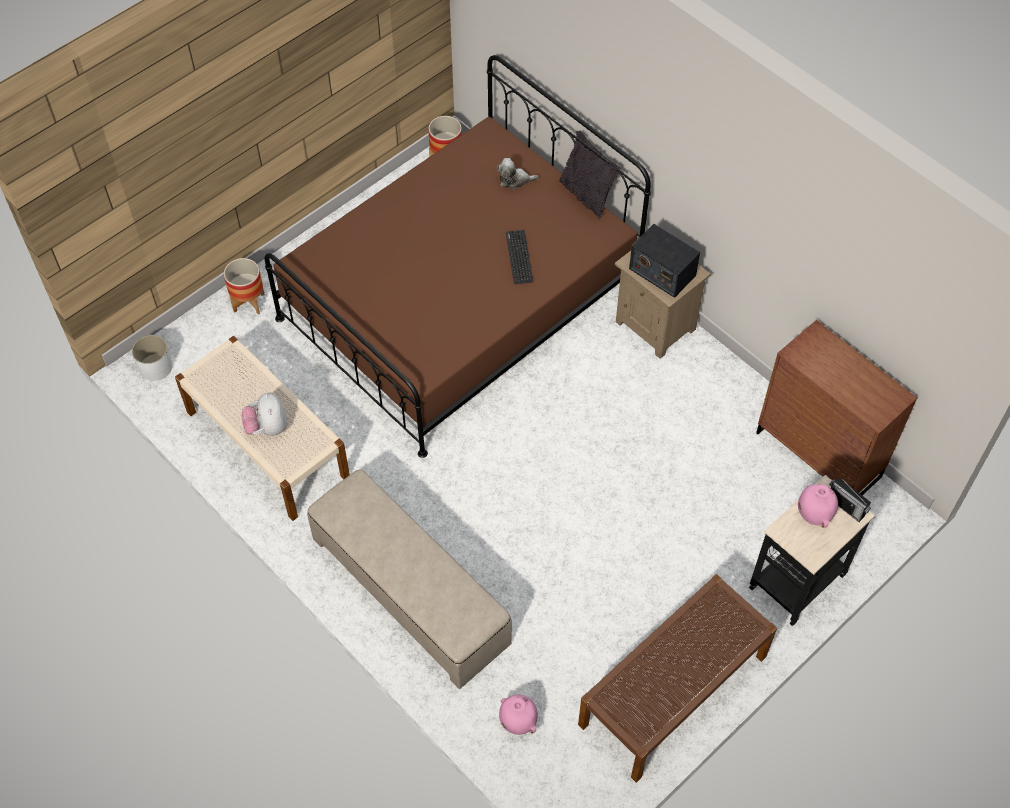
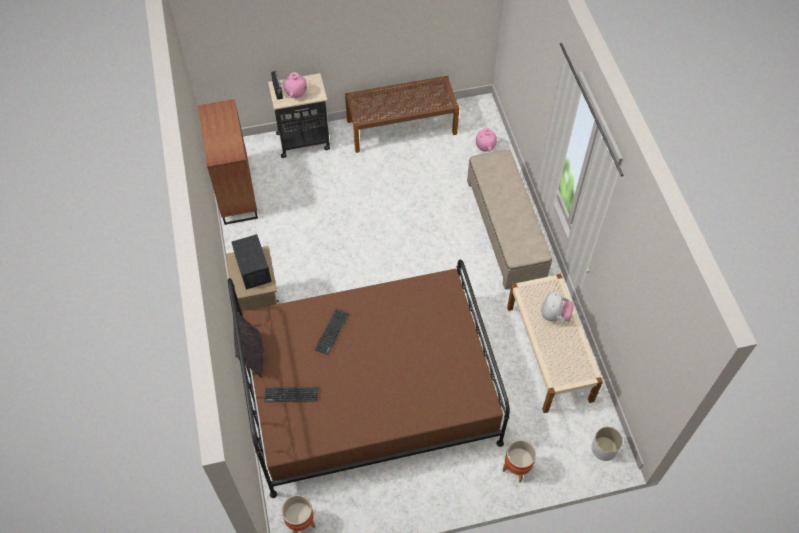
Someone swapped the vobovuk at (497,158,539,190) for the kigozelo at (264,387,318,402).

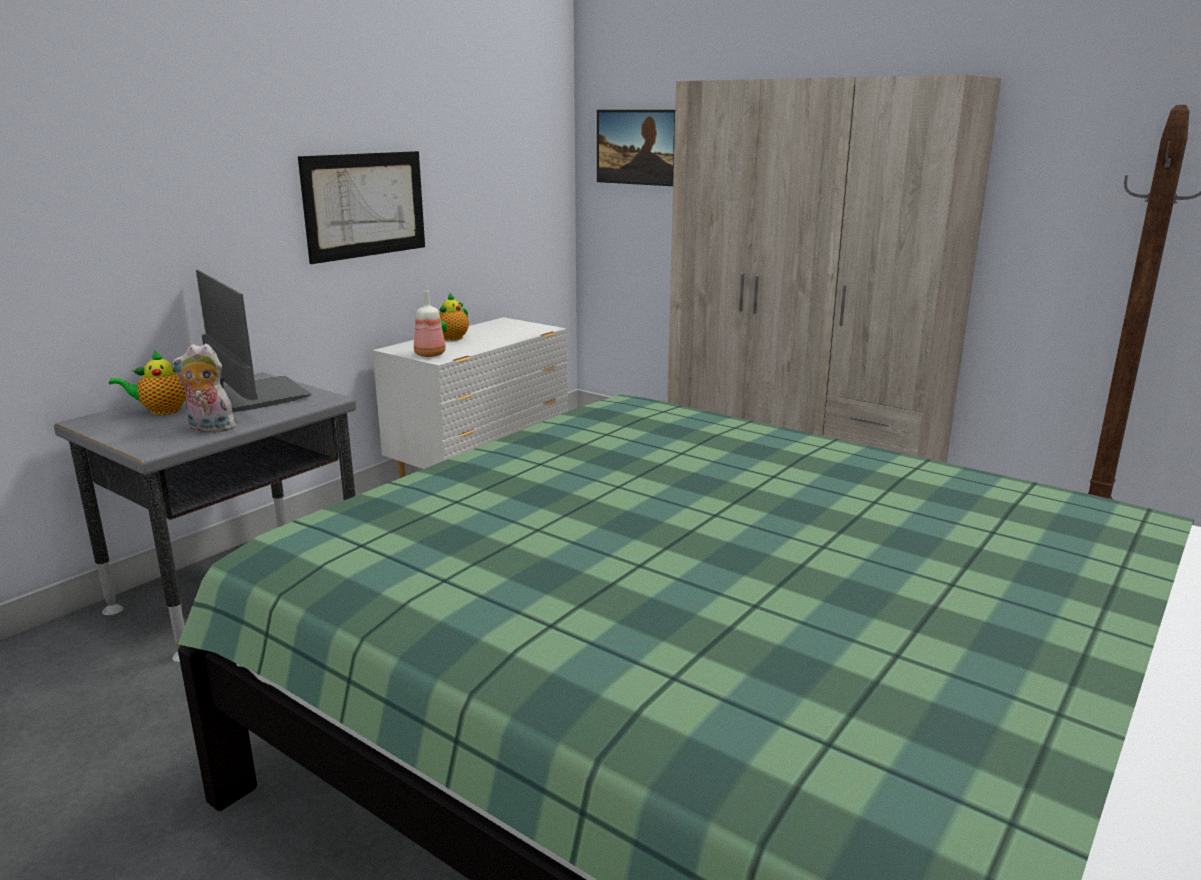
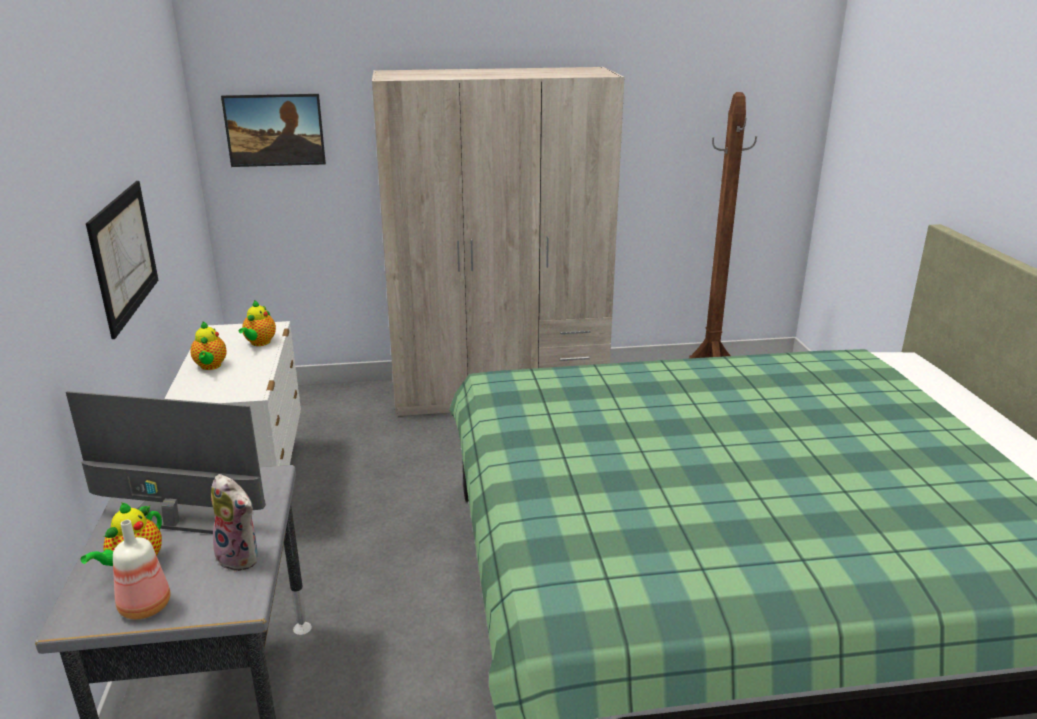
Someone carried the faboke from (414,291,446,357) to (113,520,170,619). Someone rotated the vobovuk at (172,344,238,432) by 105 degrees counterclockwise. Someone put down the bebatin at (238,300,276,346).

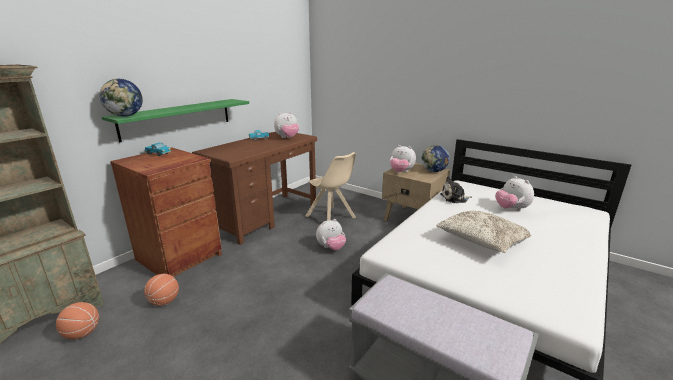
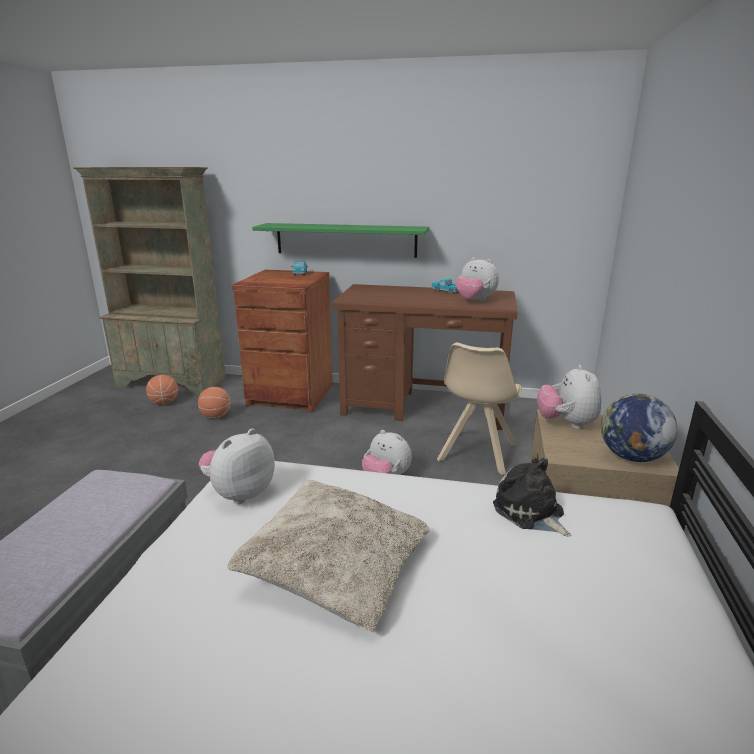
Someone carried the vobovuk from (495,176,534,211) to (199,428,275,504). Someone took away the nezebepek at (100,79,143,117).

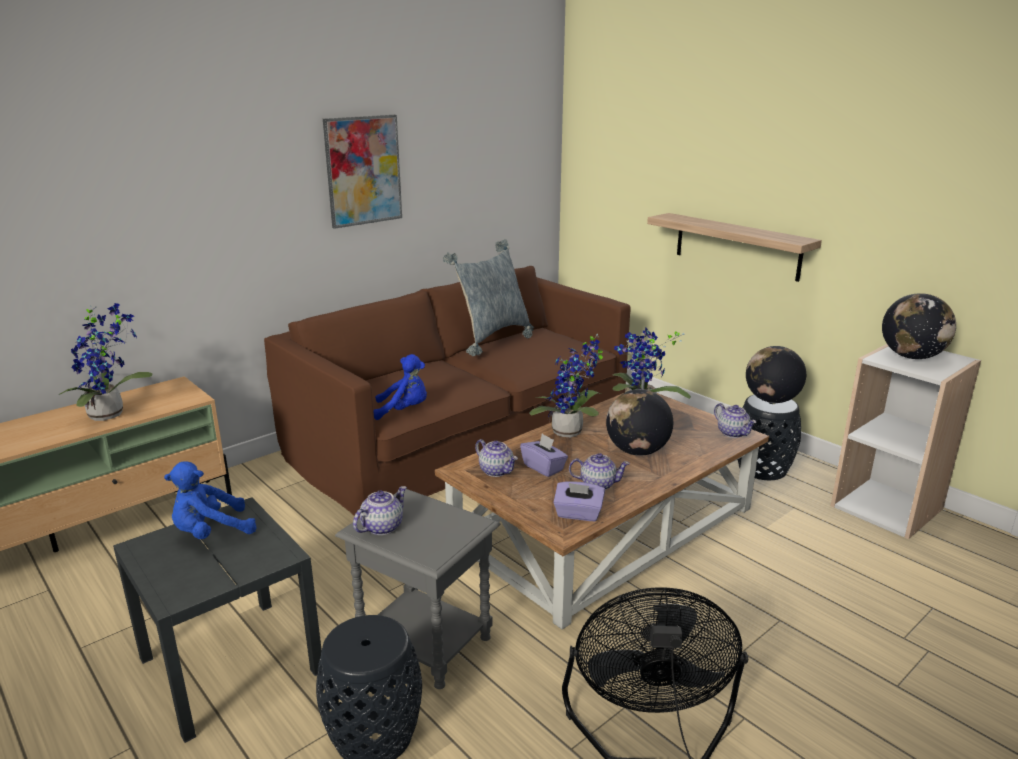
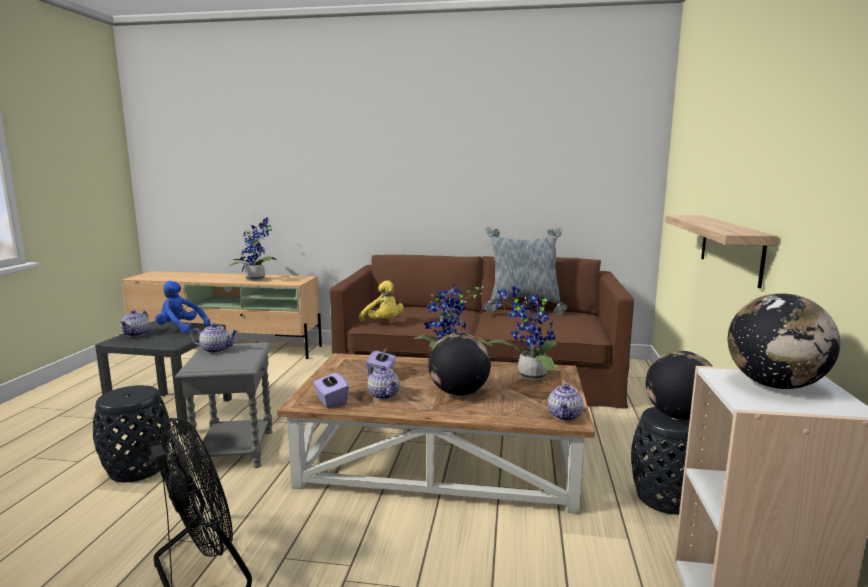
Someone carried the bebatin from (475,439,518,477) to (120,310,150,337). Someone repainted the vobovuk (blue) at (373,354,427,420), which became the vobovuk (yellow) at (359,280,404,322). Someone took away the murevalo at (323,115,402,229).

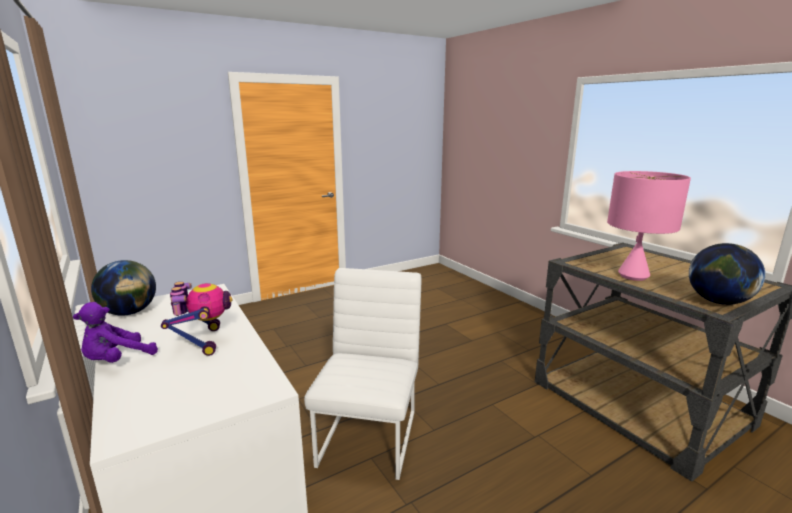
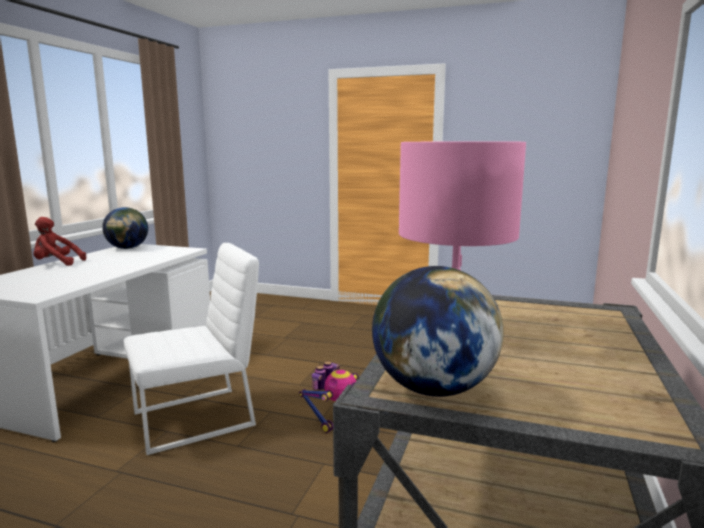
Someone repainted the vobovuk (purple) at (73,302,158,363), which became the vobovuk (red) at (33,217,86,266). Someone carried the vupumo from (161,282,233,356) to (299,361,359,433).

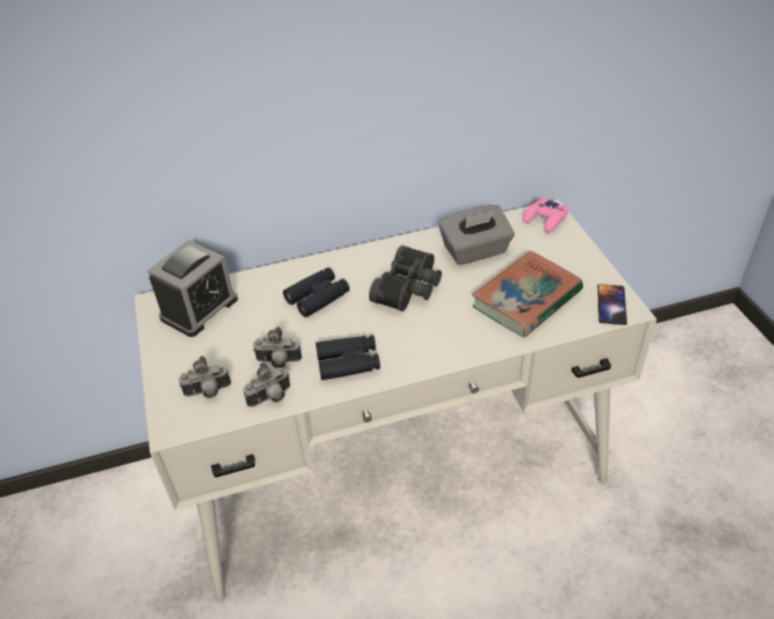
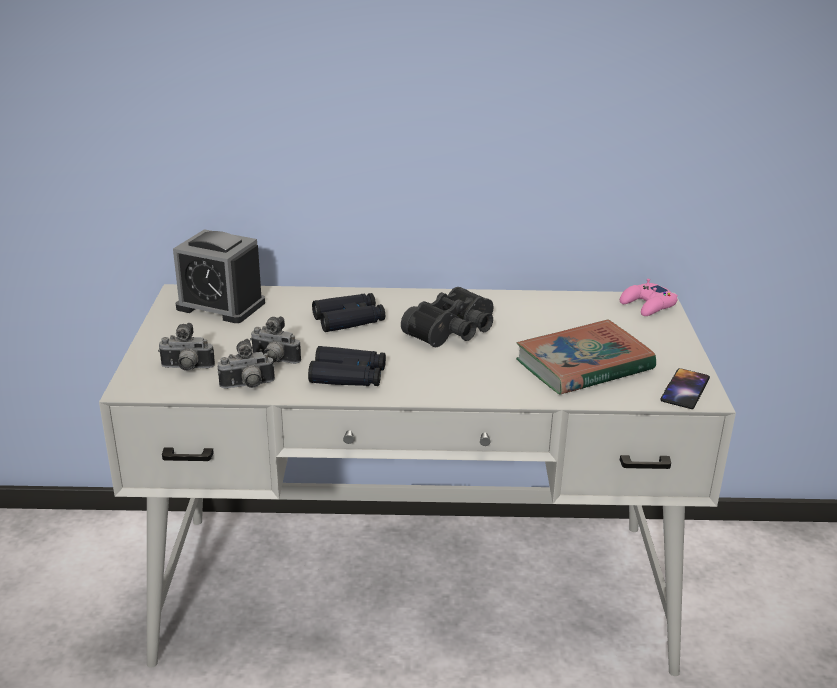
Someone rotated the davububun at (147,240,238,337) by 60 degrees clockwise. Someone took away the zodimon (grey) at (439,205,515,265).

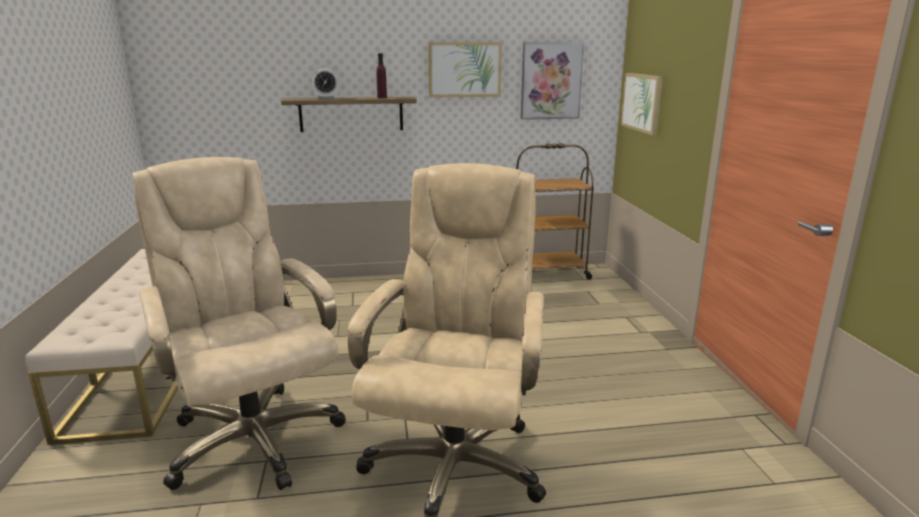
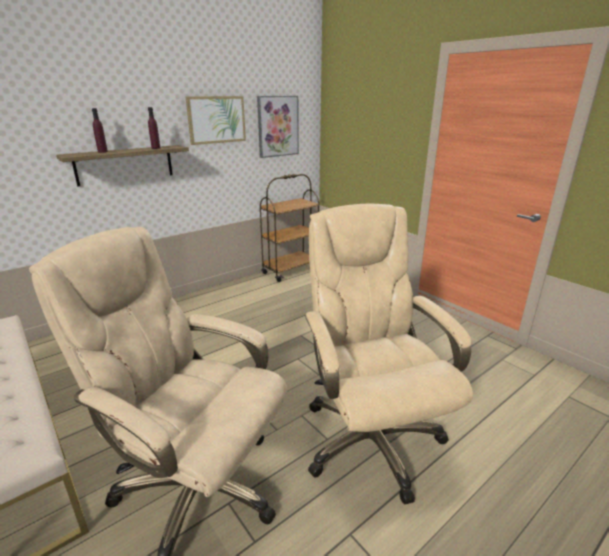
Someone swapped the davububun at (312,68,339,99) for the faboke (purple) at (92,108,108,153). Someone took away the murevalo at (621,73,663,135).

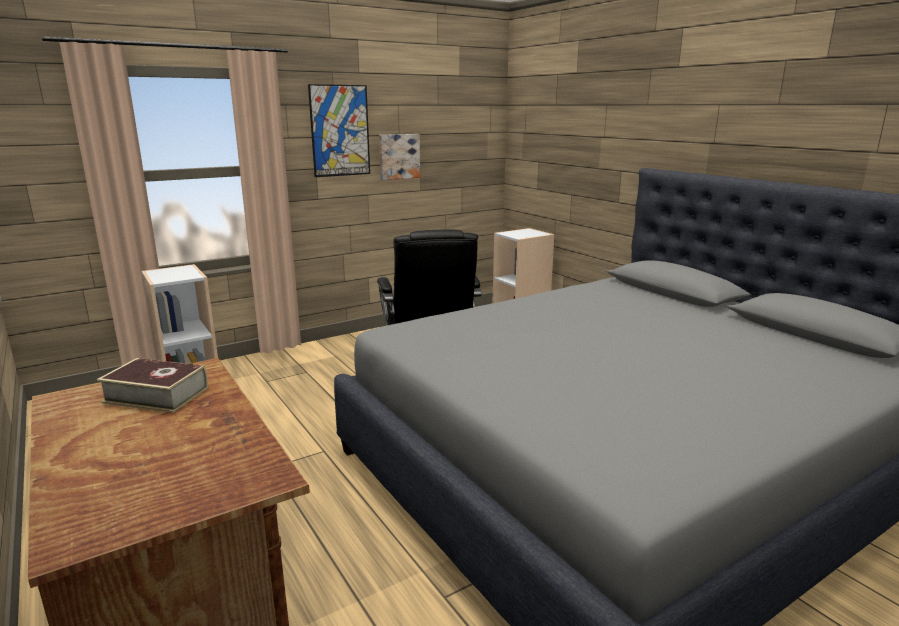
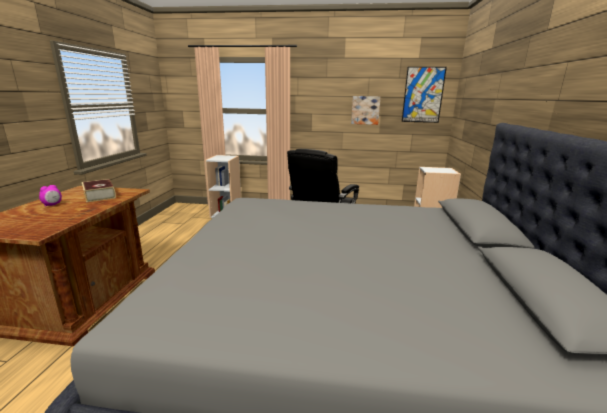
Someone put down the davububun at (39,185,62,207). Someone carried the murevalo from (308,84,370,177) to (402,67,447,123).

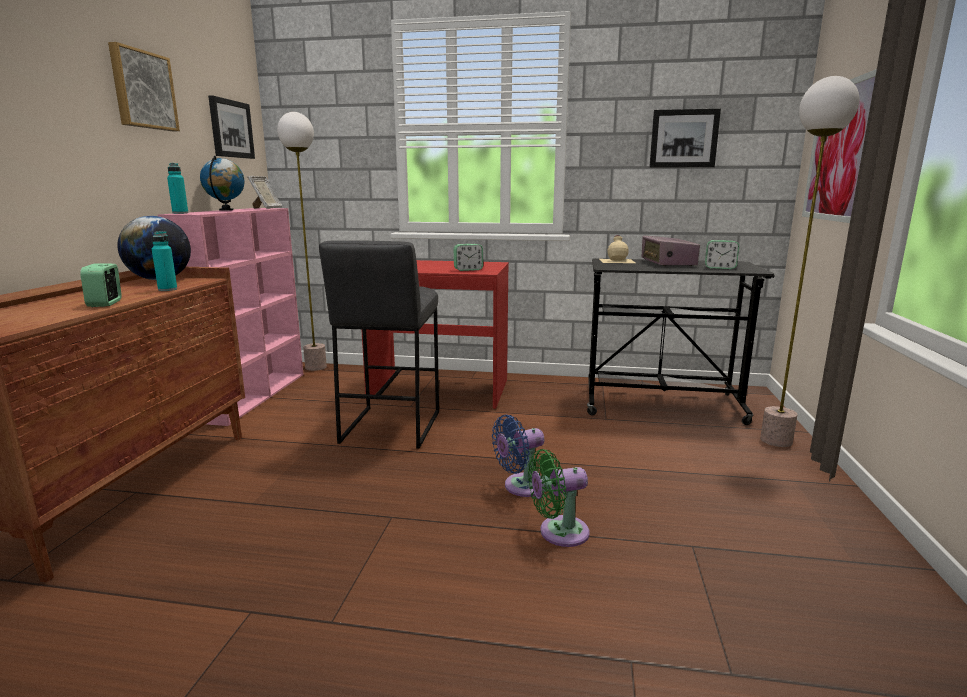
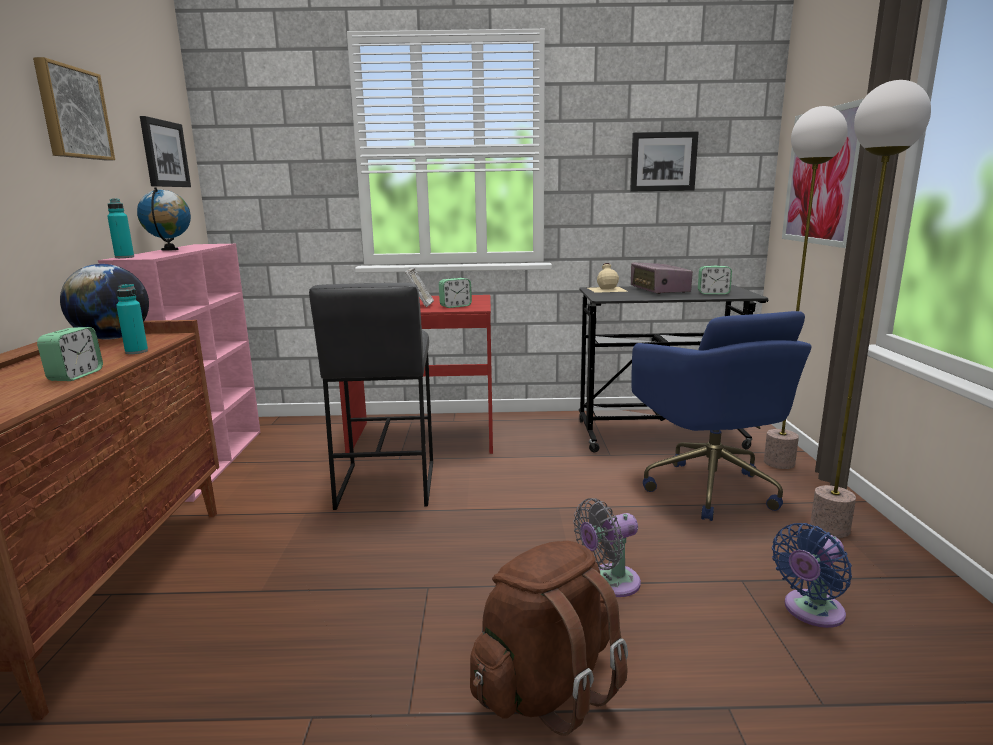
Someone rotated the davububun at (80,263,122,307) by 150 degrees counterclockwise. Someone carried the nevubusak from (247,176,282,209) to (405,268,434,307). Someone put down the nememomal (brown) at (470,541,628,736). Someone repainted the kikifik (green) at (528,449,590,547), which became the kikifik (grey) at (573,498,641,597). Someone put down the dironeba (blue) at (631,311,811,521). Someone carried the kikifik (blue) from (492,415,545,497) to (772,523,852,628). Someone carried the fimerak from (277,112,327,371) to (810,80,931,538).

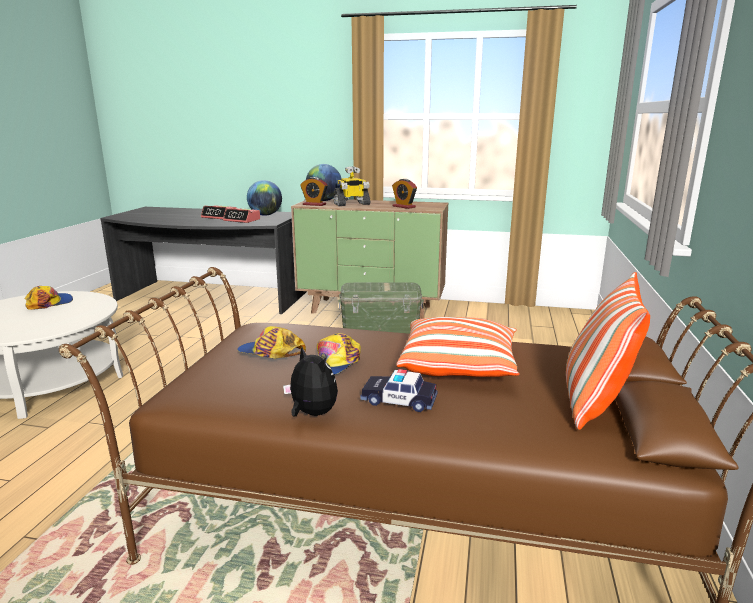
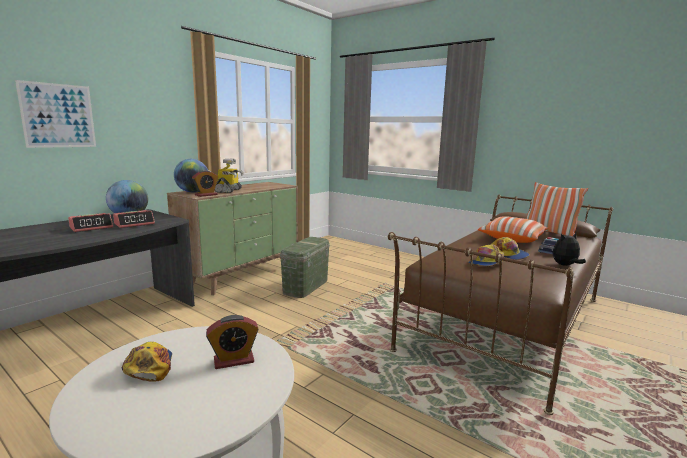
Someone put up the murevalo at (15,80,96,148). Someone carried the davububun from (392,179,417,209) to (206,315,259,369).

